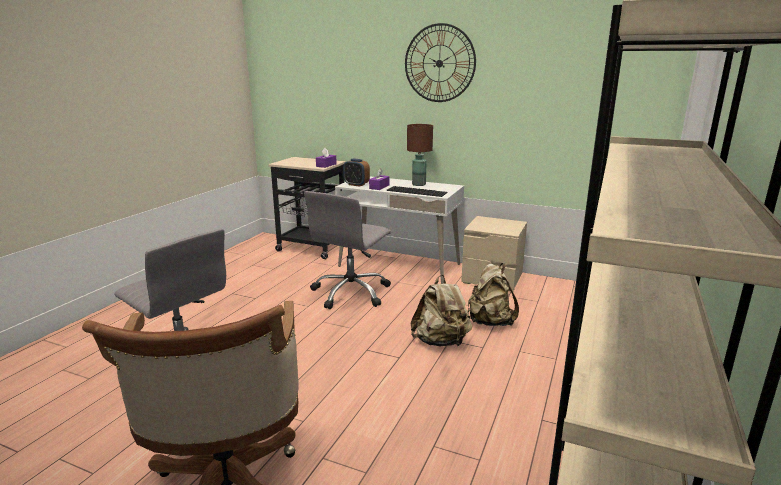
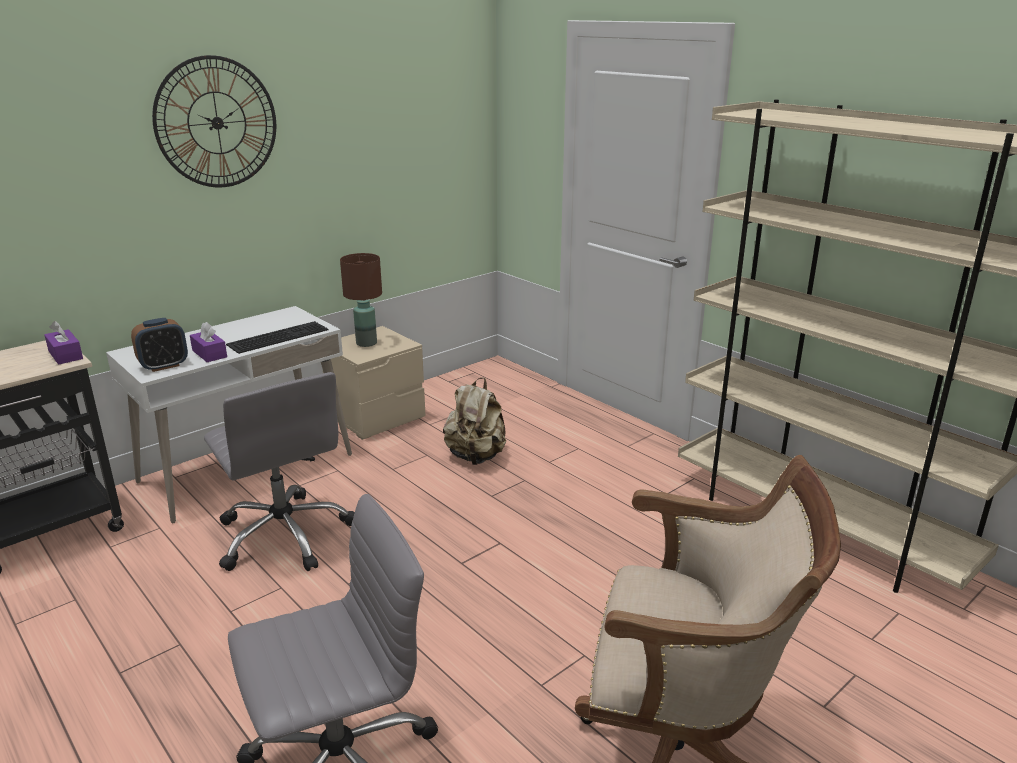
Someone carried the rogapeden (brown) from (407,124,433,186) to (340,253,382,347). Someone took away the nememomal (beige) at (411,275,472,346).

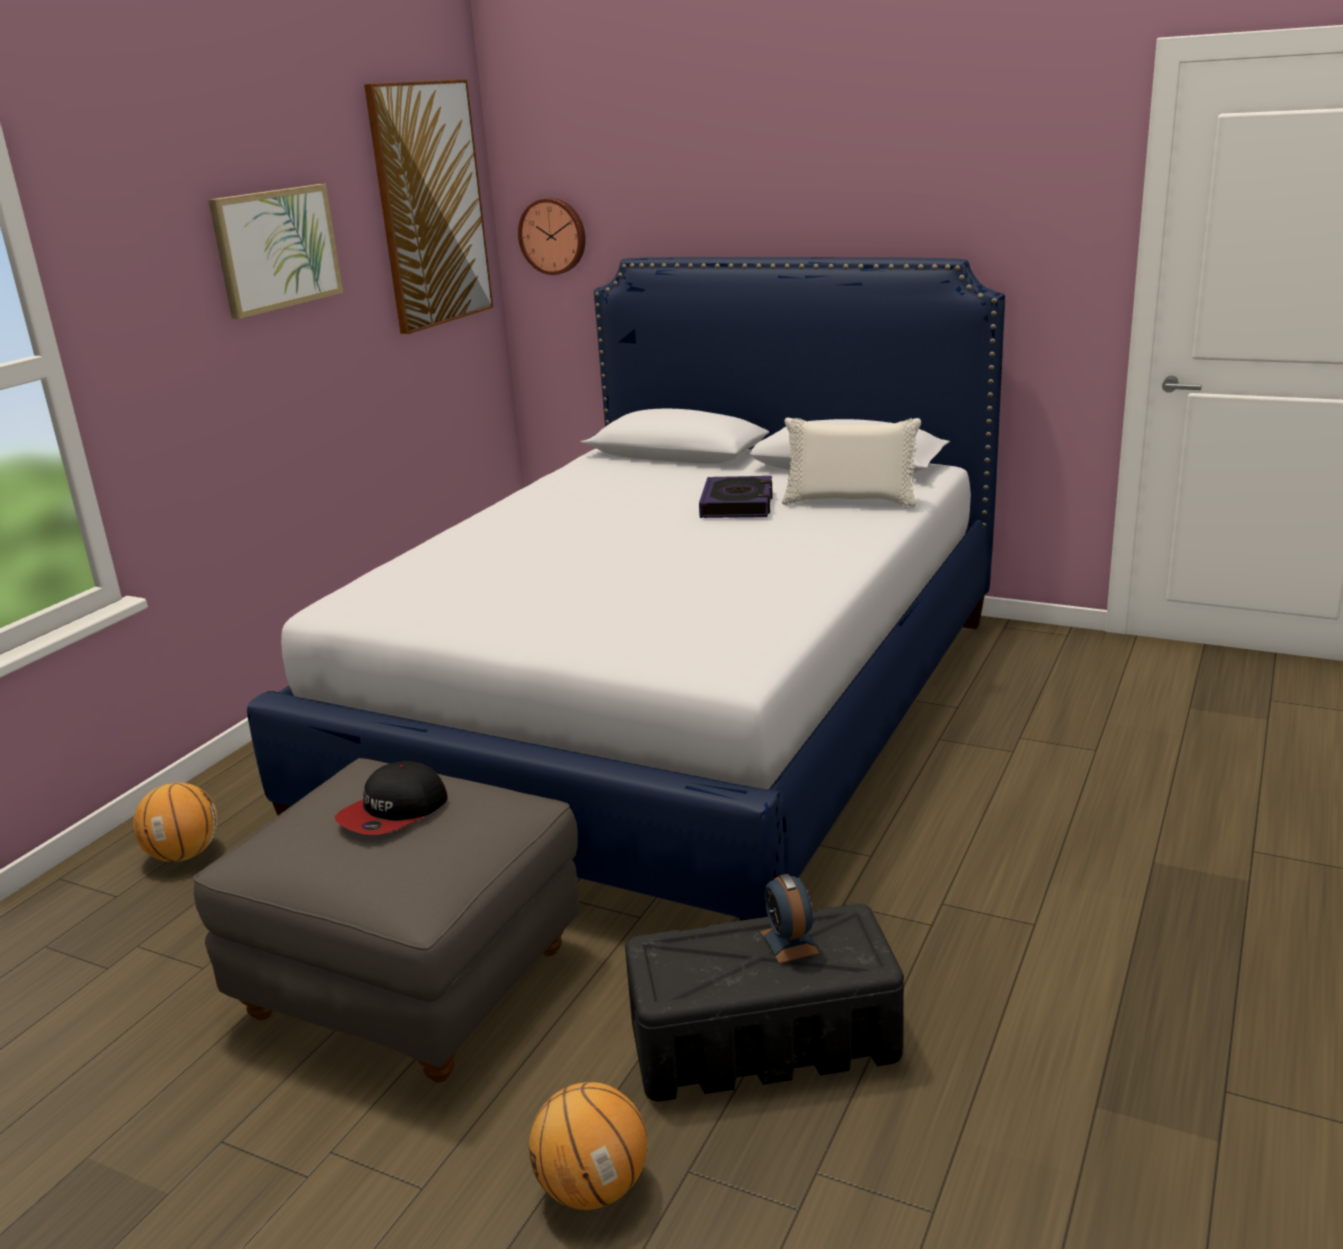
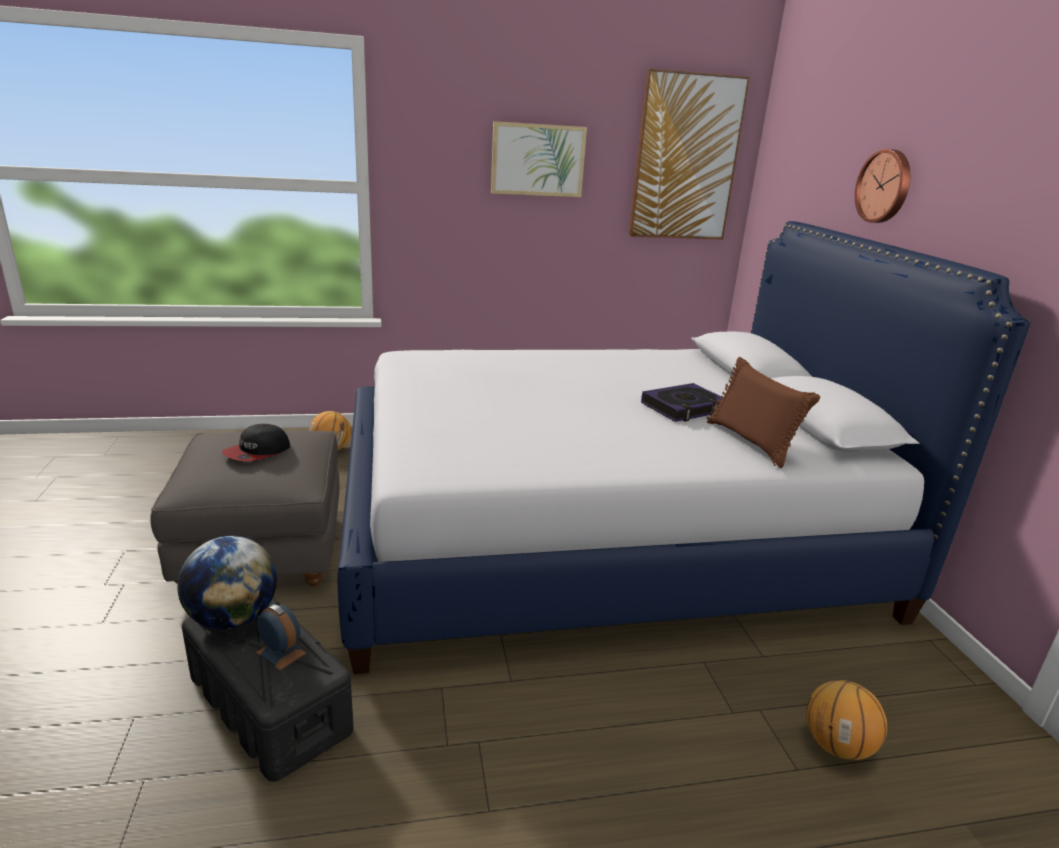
Someone put down the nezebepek at (178,536,277,630). Someone rotated the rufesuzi at (334,761,448,835) by 60 degrees counterclockwise. Someone rotated the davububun at (760,874,819,964) by 90 degrees clockwise. Someone repainted the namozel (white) at (782,418,921,508), which became the namozel (brown) at (706,357,820,468). Someone carried the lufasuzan from (529,1082,647,1210) to (806,680,887,760). Someone carried the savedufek from (518,198,585,275) to (855,149,910,223).

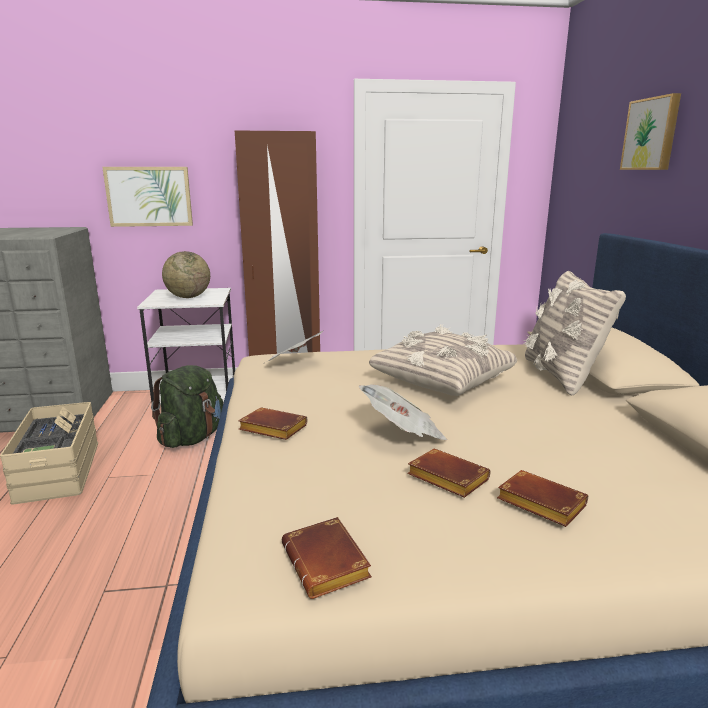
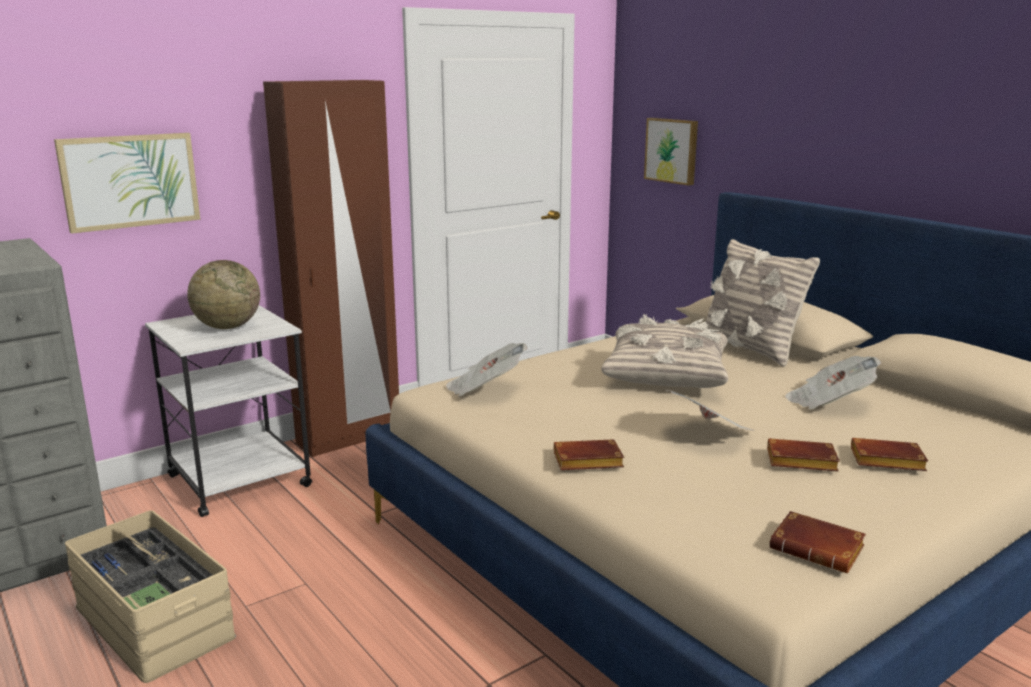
Someone carried the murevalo from (620,93,681,170) to (644,118,698,186). Someone put down the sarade at (785,356,881,410). Someone took away the nememomal (green) at (151,365,223,448).

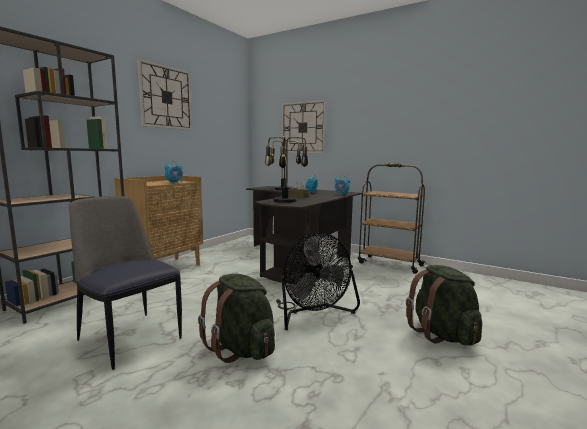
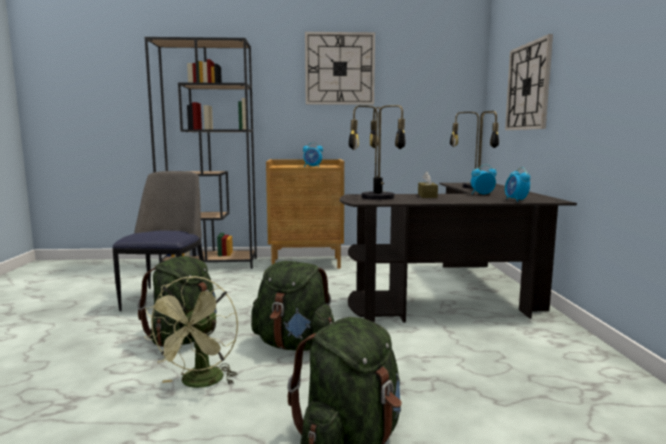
Someone put down the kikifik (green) at (145,276,238,388). Someone swapped the kikifik (black) at (276,233,360,330) for the nememomal (green) at (251,261,334,351). Someone took away the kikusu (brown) at (358,163,427,274).

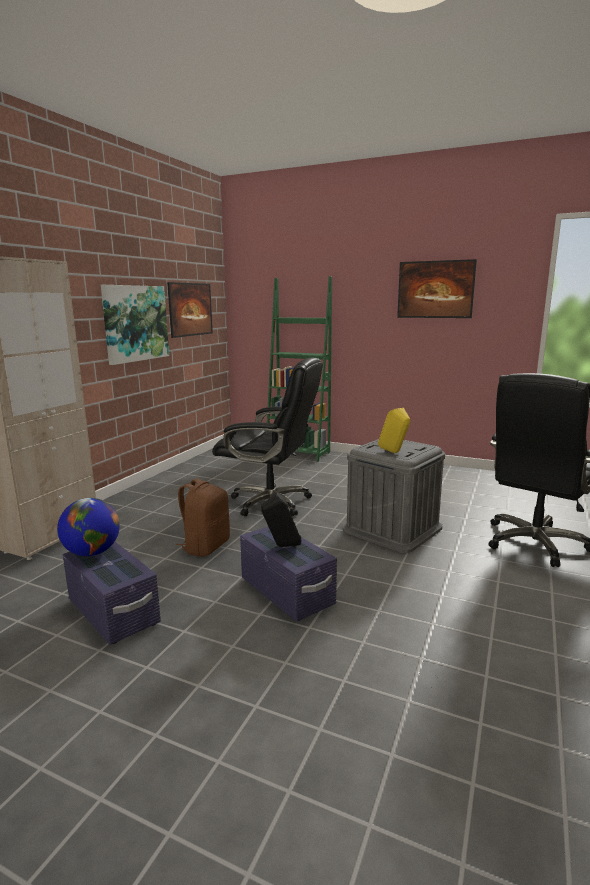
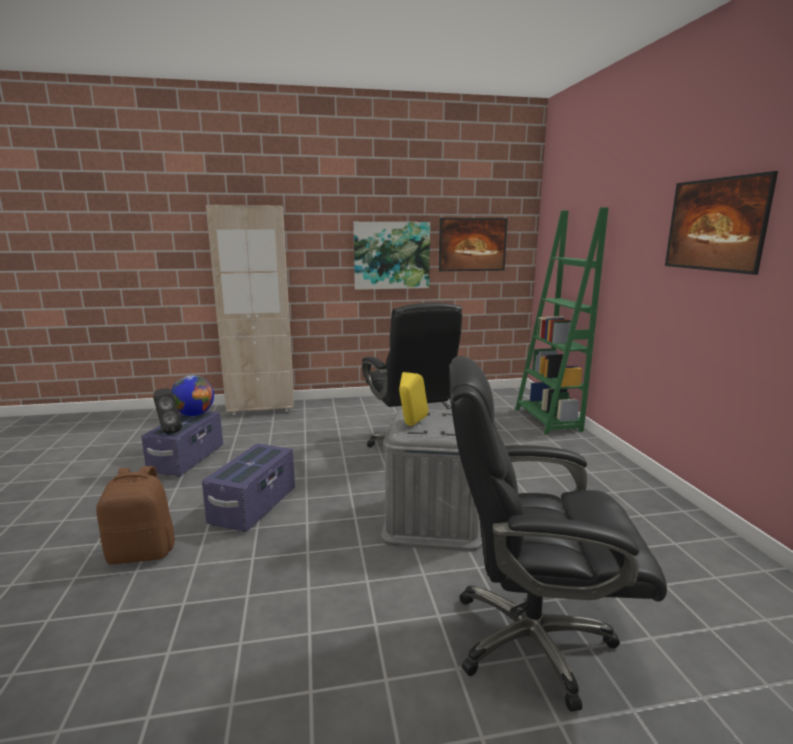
Someone carried the nememomal (brown) from (176,479,230,557) to (96,466,175,565). Someone carried the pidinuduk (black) from (261,492,302,547) to (153,388,182,434).

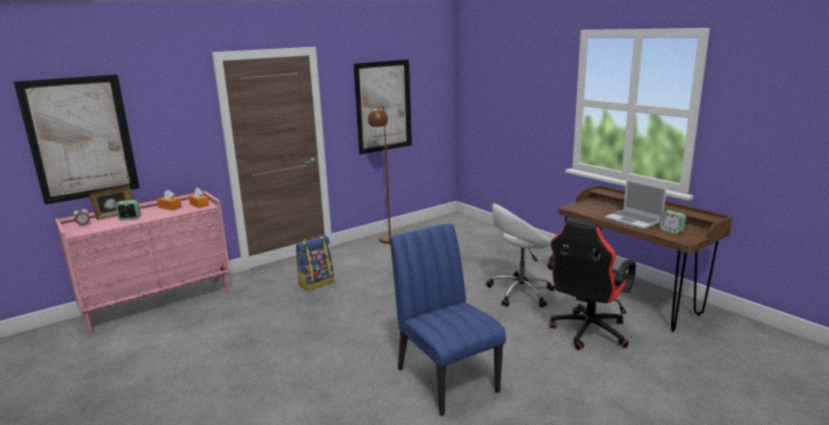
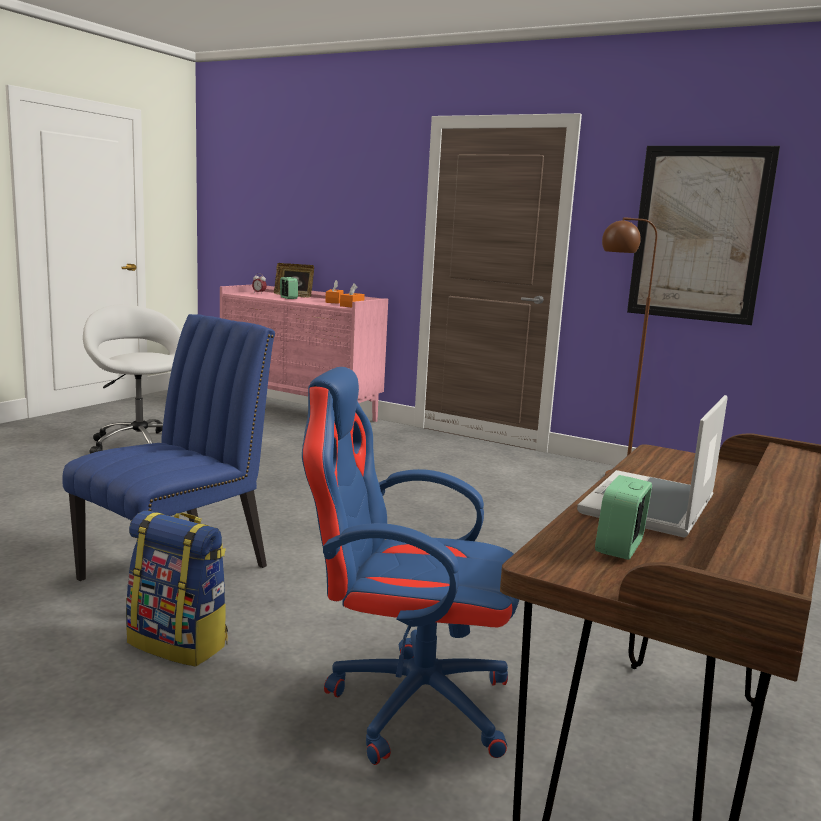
Someone carried the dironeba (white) from (486,203,555,308) to (83,304,181,453). Someone carried the nememomal from (296,235,334,291) to (126,511,228,667). Someone repainted the dironeba (black) at (547,218,636,350), which became the dironeba (blue) at (302,367,519,765). Someone took away the murevalo at (14,74,140,205).

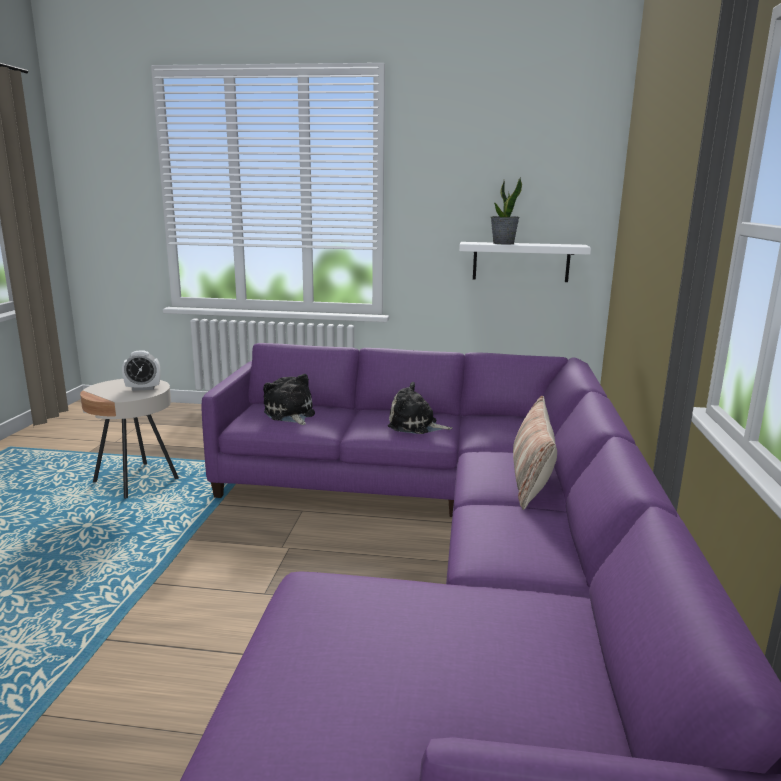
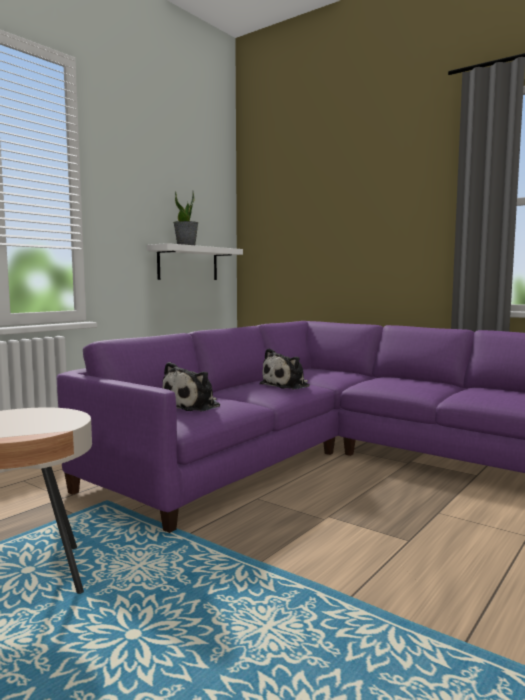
Someone rotated the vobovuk at (263,374,315,425) by 60 degrees counterclockwise. Someone took away the davububun at (122,350,161,391). Someone took away the namozel at (513,396,557,510).

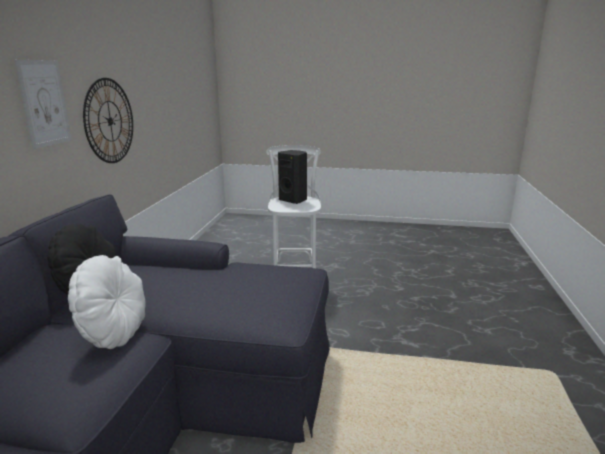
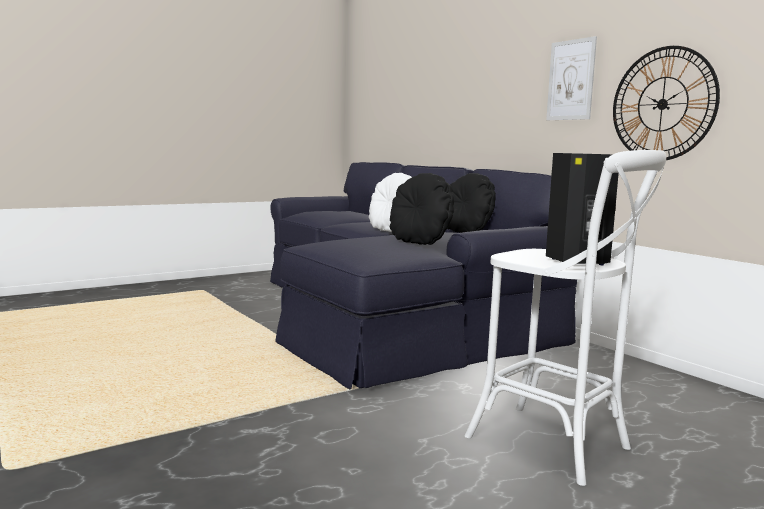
Someone put down the namozel (black) at (390,173,454,245).

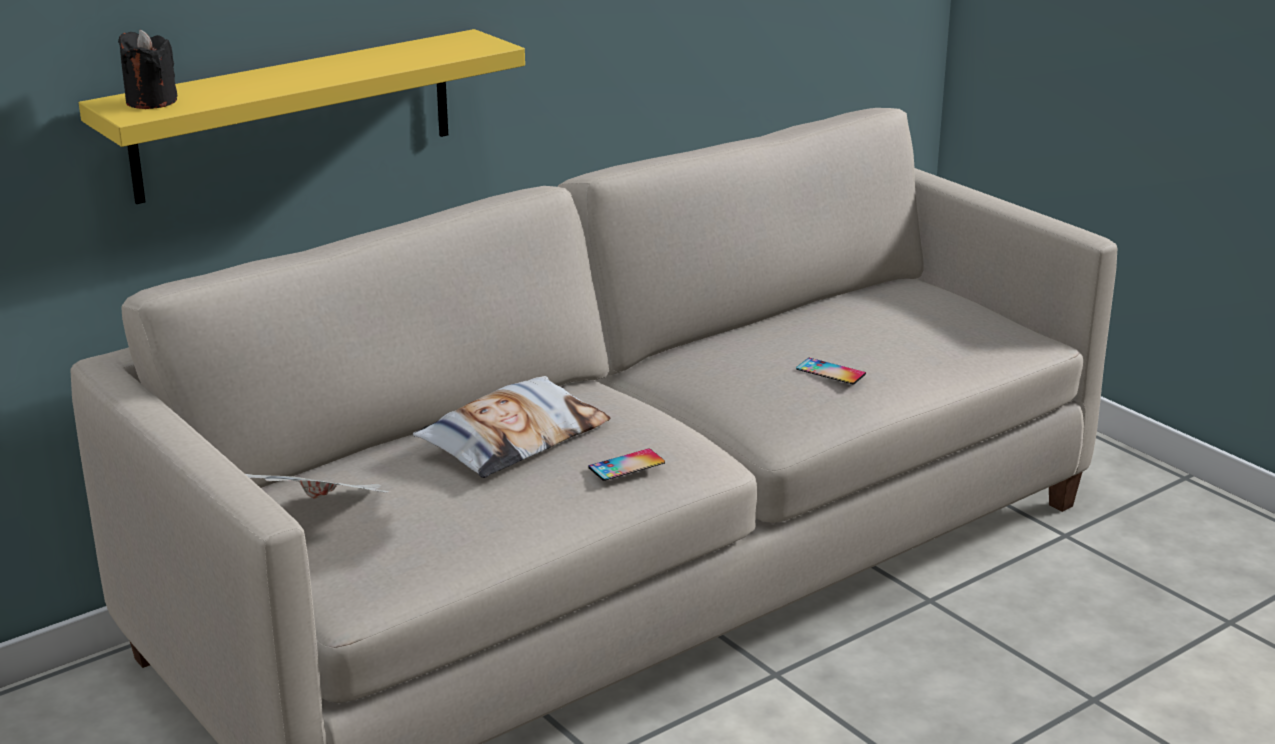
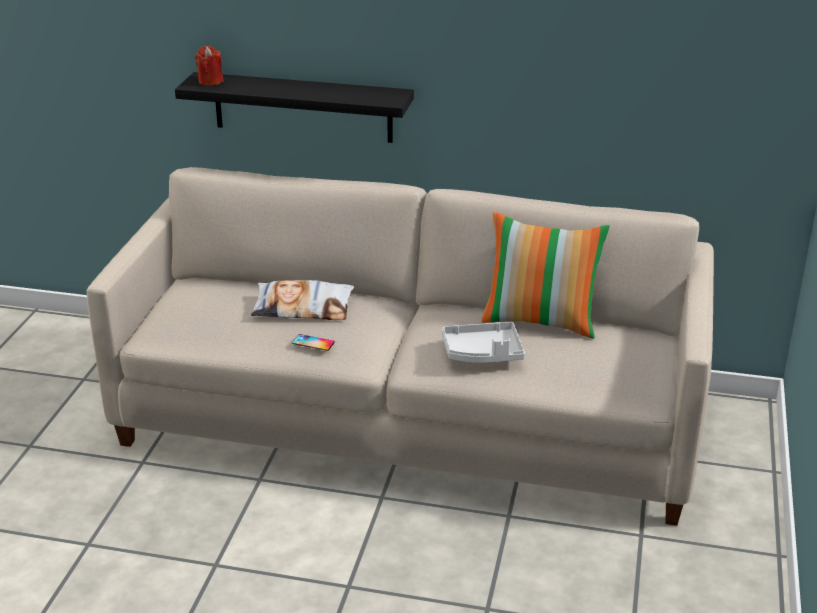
Someone repainted the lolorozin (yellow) at (79,29,525,204), which became the lolorozin (black) at (175,72,414,143). Someone repainted the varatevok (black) at (118,30,177,109), which became the varatevok (red) at (195,46,224,86). Someone swapped the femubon at (796,358,866,385) for the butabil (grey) at (442,322,525,363). Someone put down the namozel at (481,212,610,338). Someone took away the sarade at (246,474,390,499).

